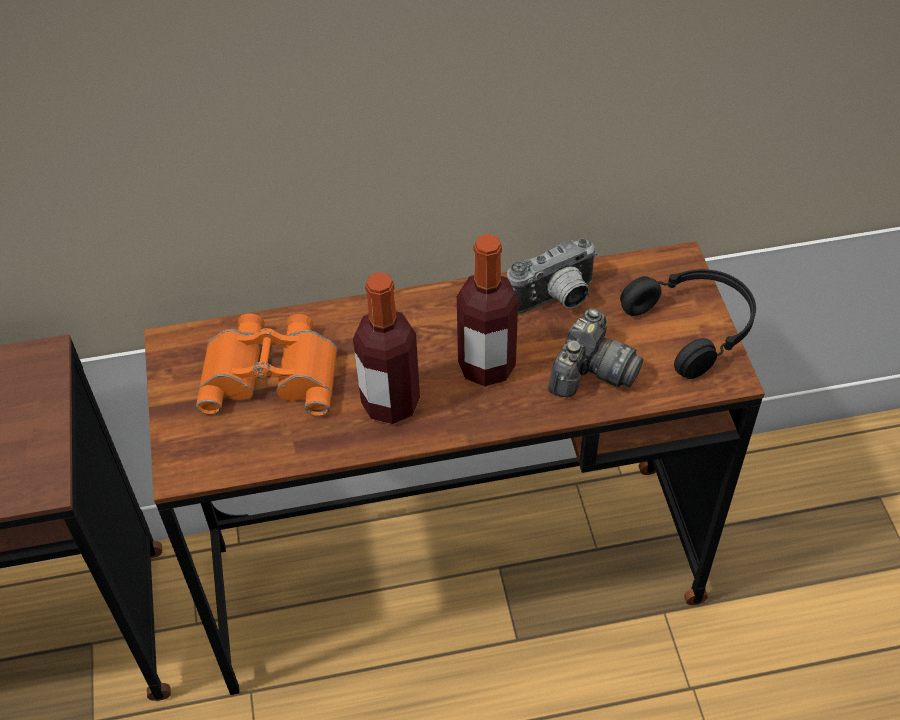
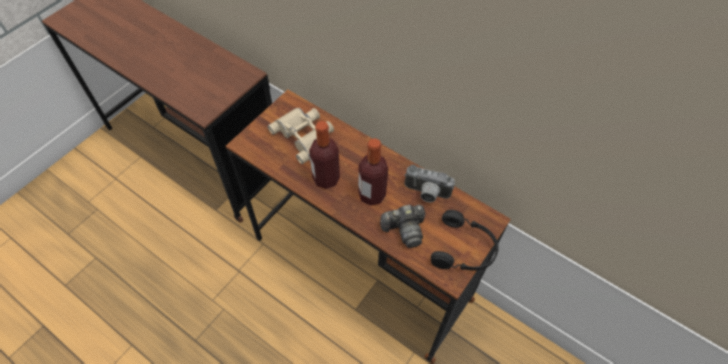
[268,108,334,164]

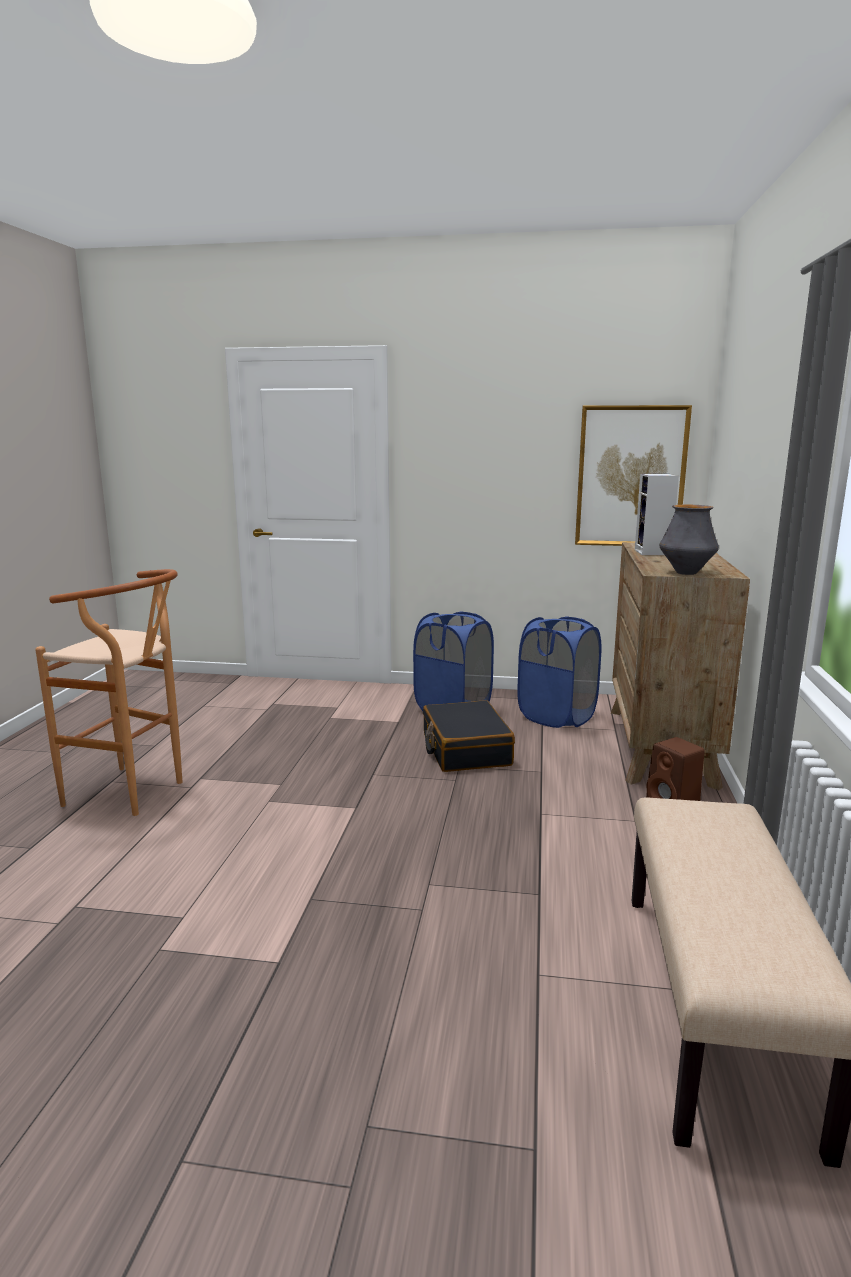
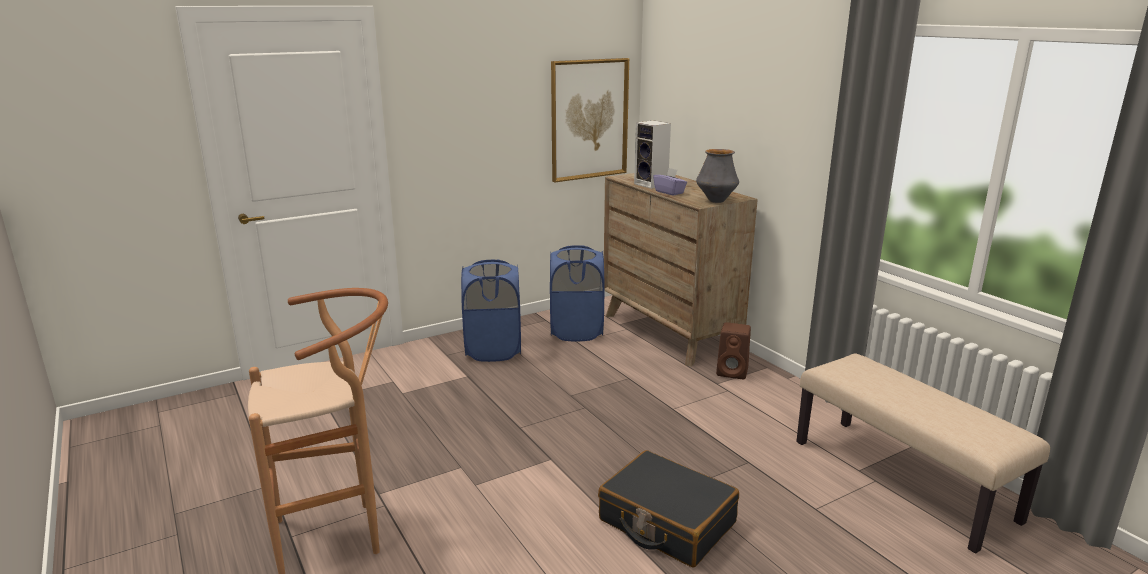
[653,168,687,196]
[598,450,739,567]

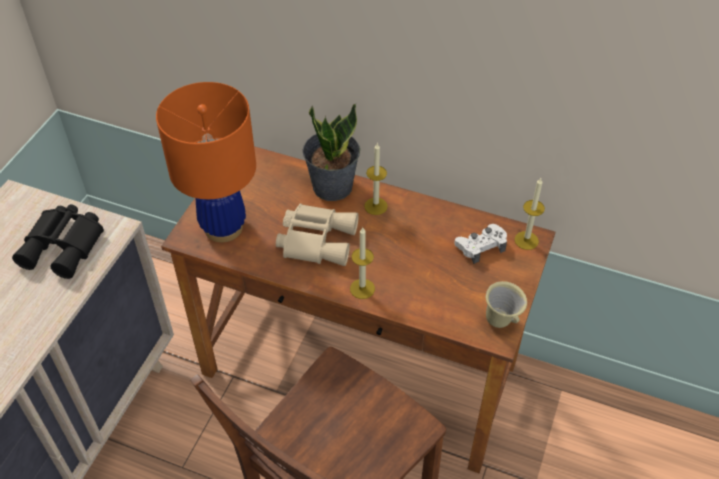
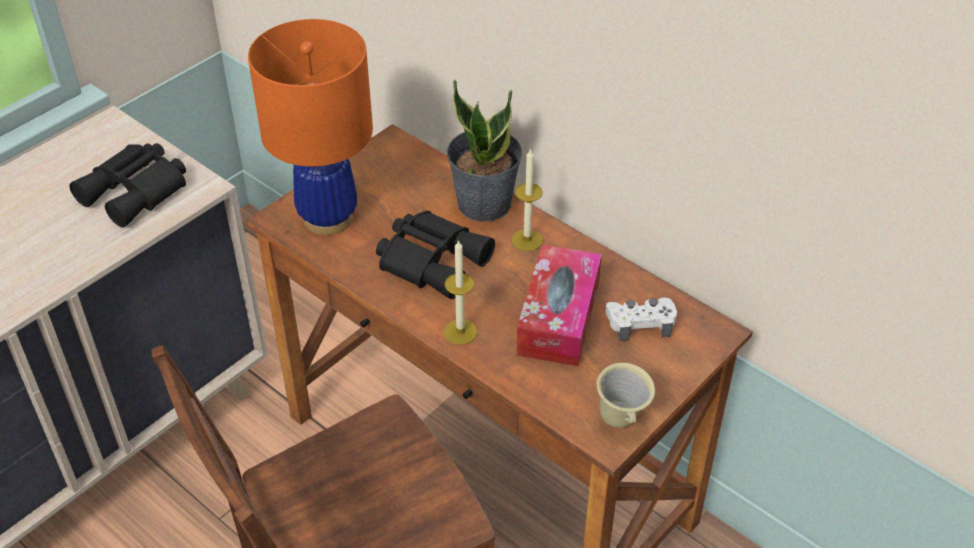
[514,178,545,250] (first image)
[516,245,602,366]
[376,210,495,299]

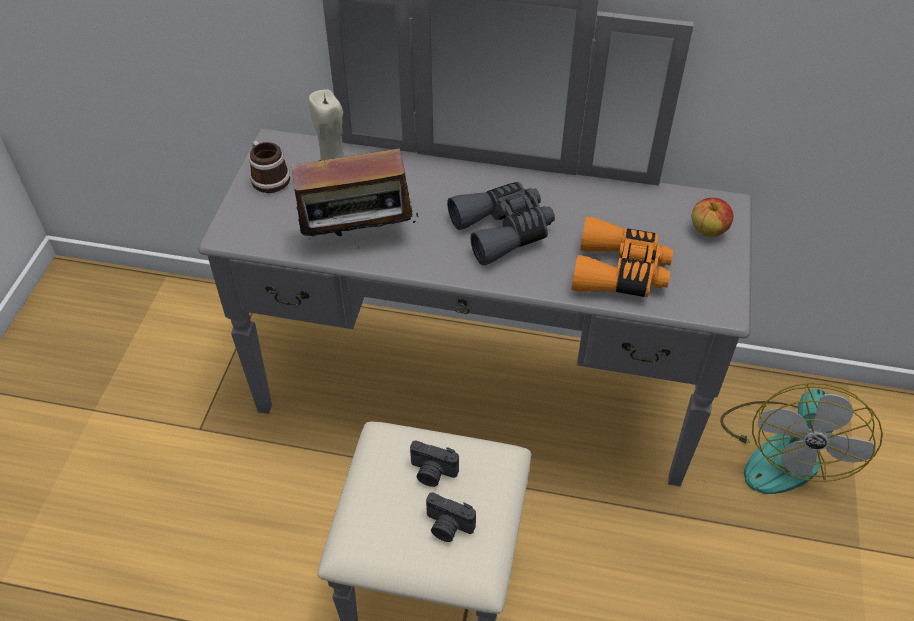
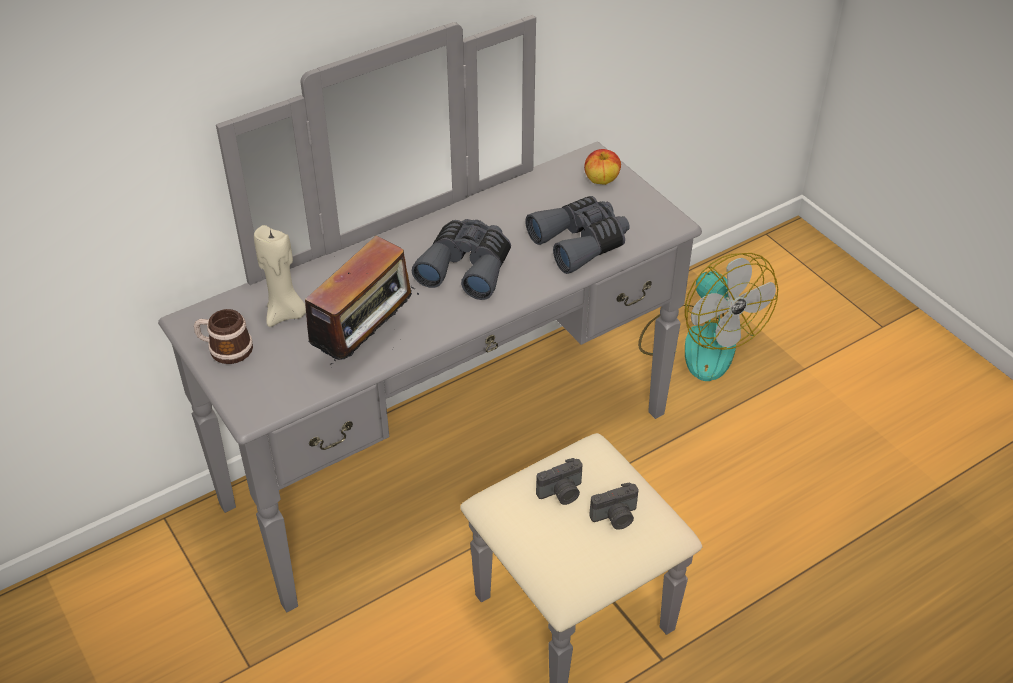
[525,196,629,274]

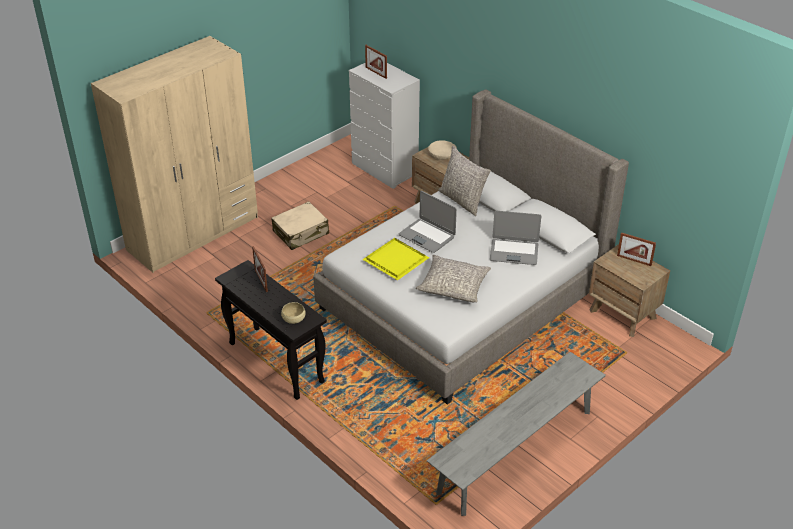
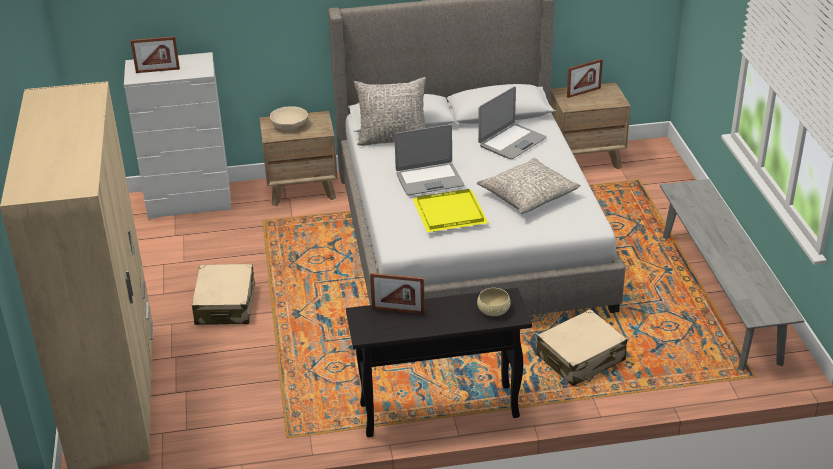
[536,309,627,386]

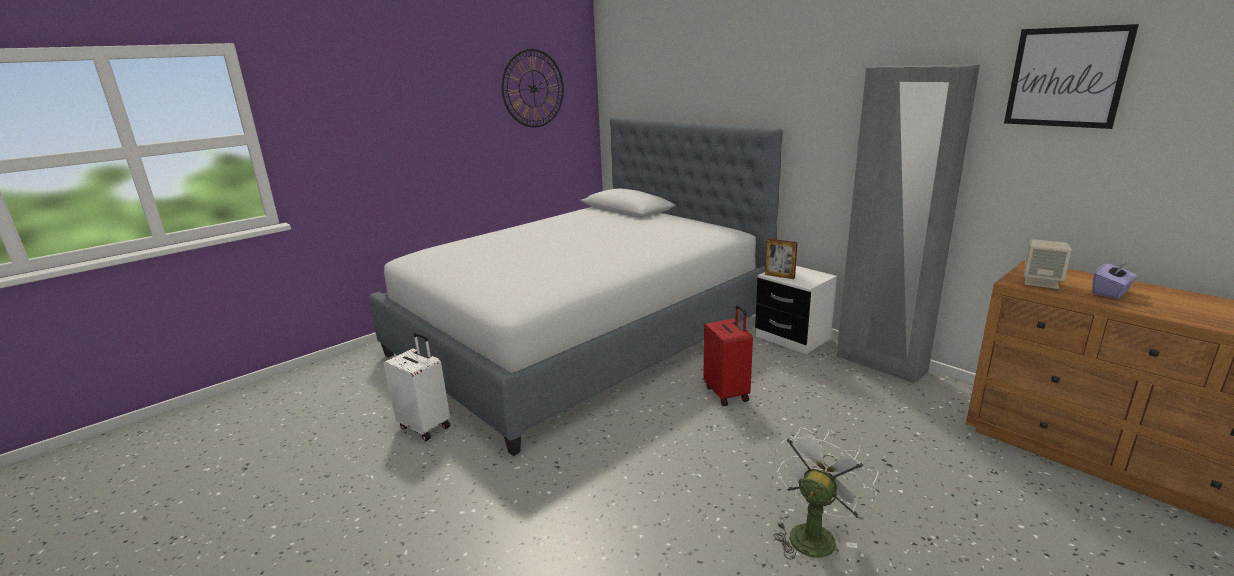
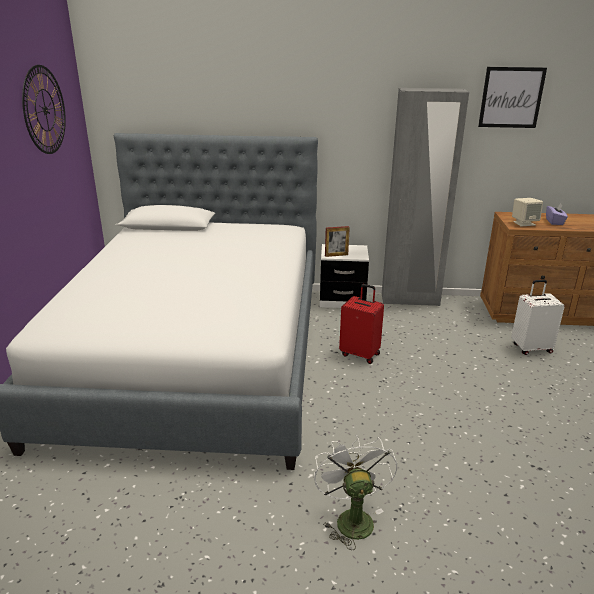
[511,280,565,355]
[314,434,397,550]

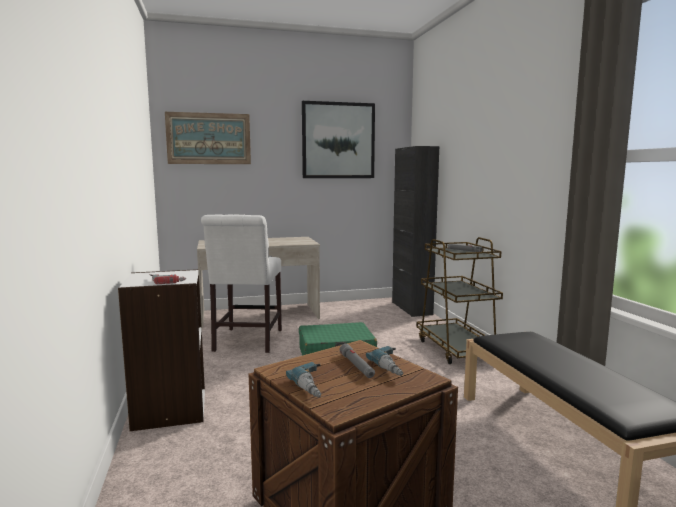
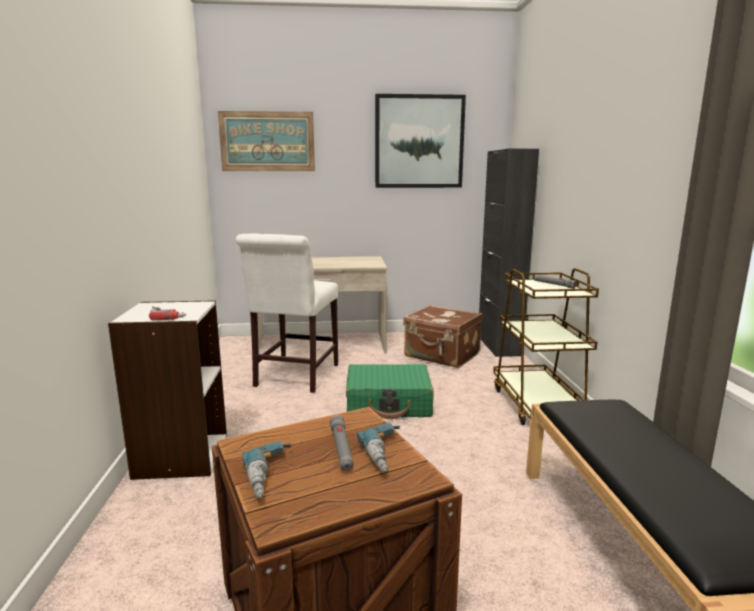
[403,305,483,368]

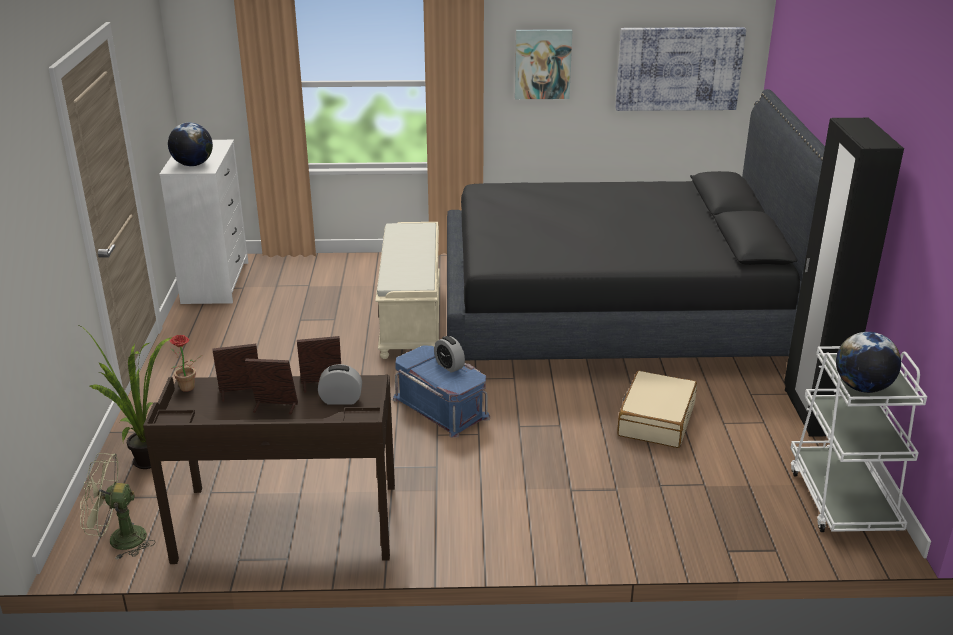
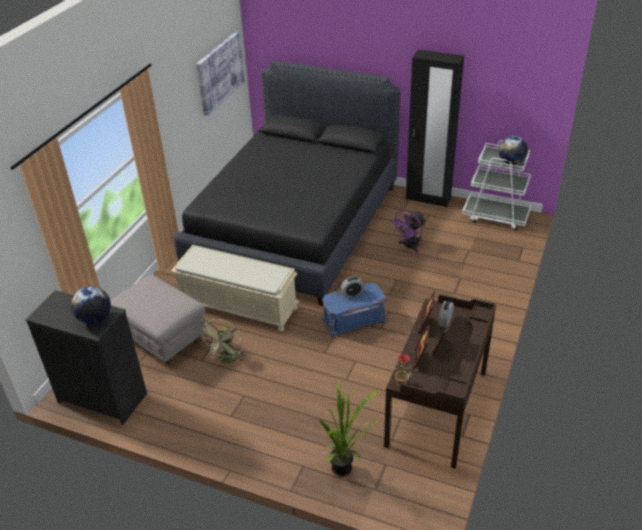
[515,29,572,99] (first image)
[110,274,206,365]
[200,319,245,363]
[391,210,426,253]
[25,290,147,425]

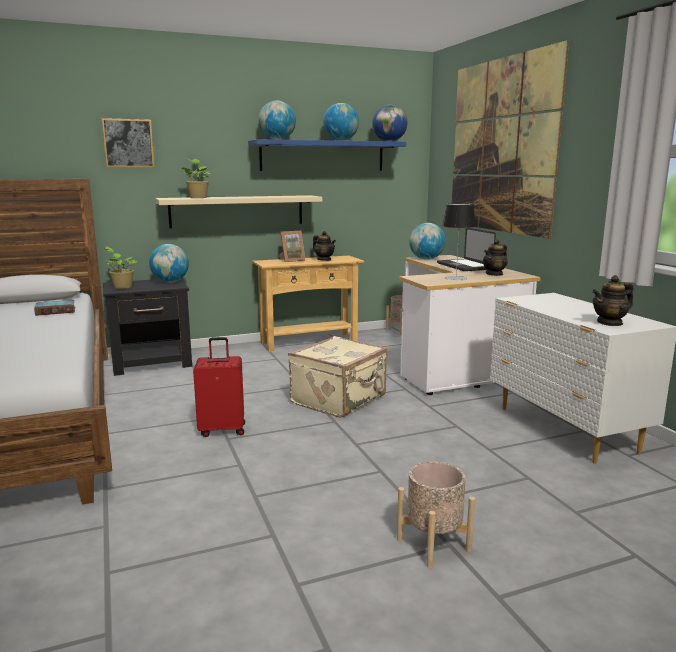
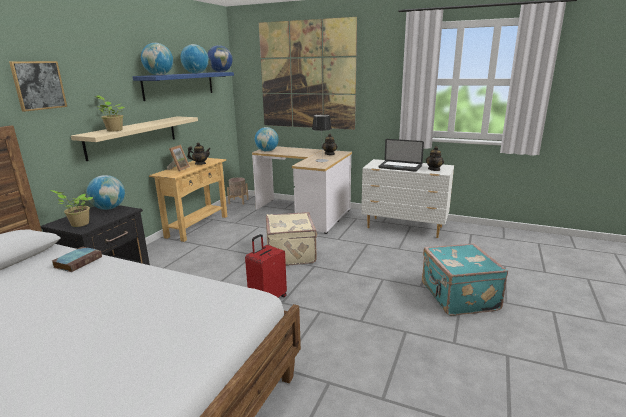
[378,139,424,172]
[422,243,508,316]

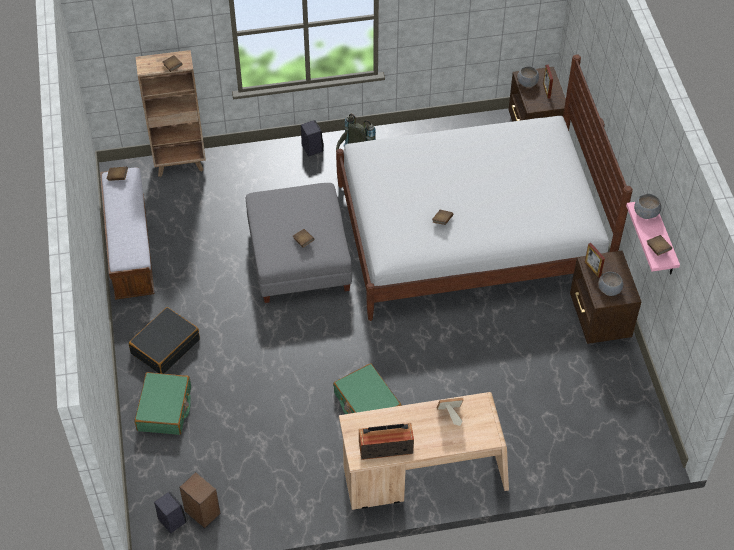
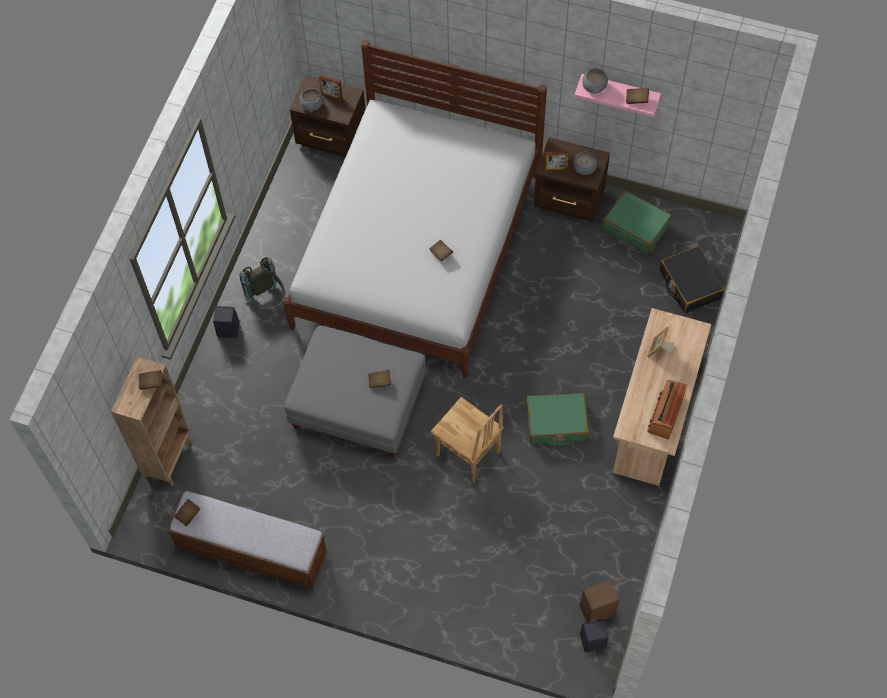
[430,397,504,483]
[660,246,725,314]
[602,191,672,254]

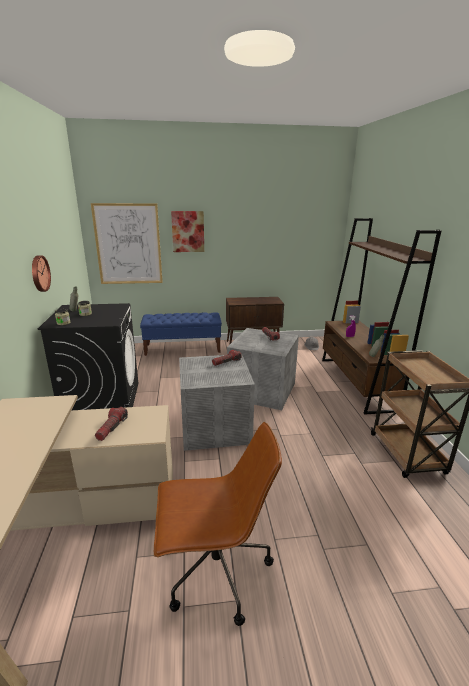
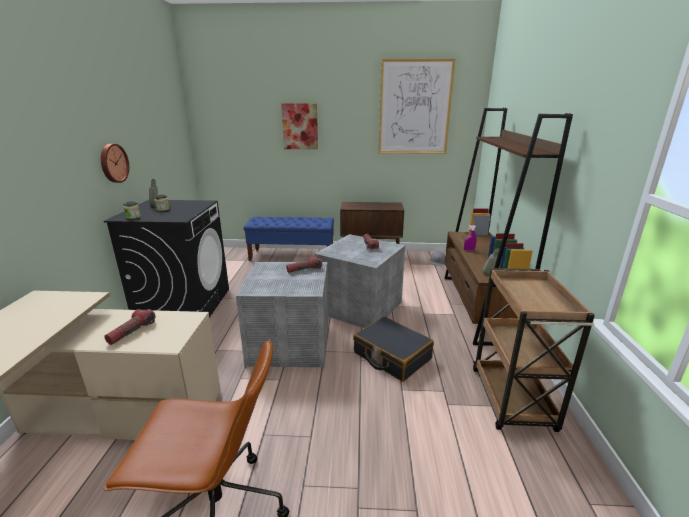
[353,317,434,382]
[378,58,456,154]

